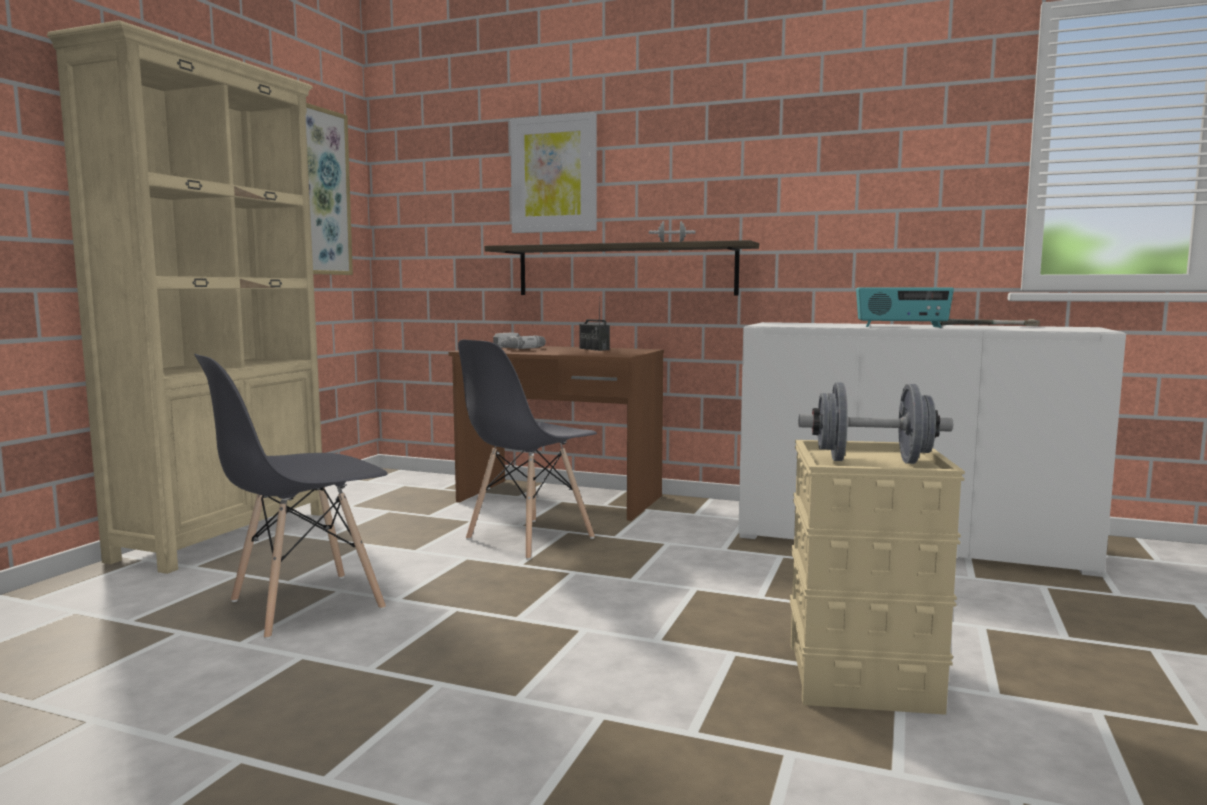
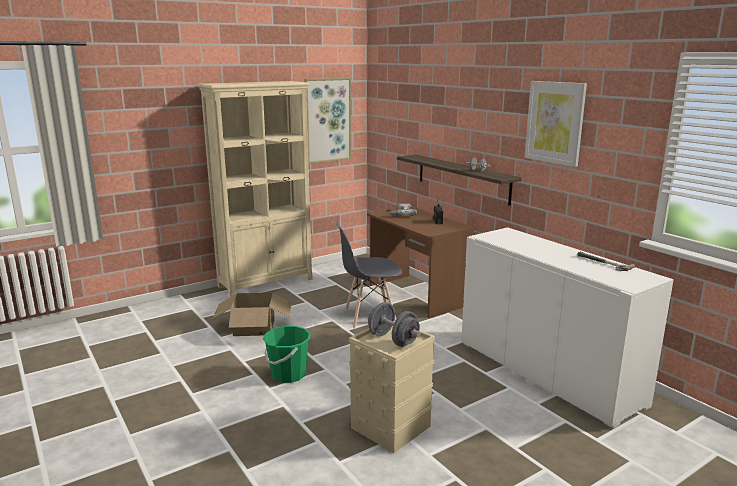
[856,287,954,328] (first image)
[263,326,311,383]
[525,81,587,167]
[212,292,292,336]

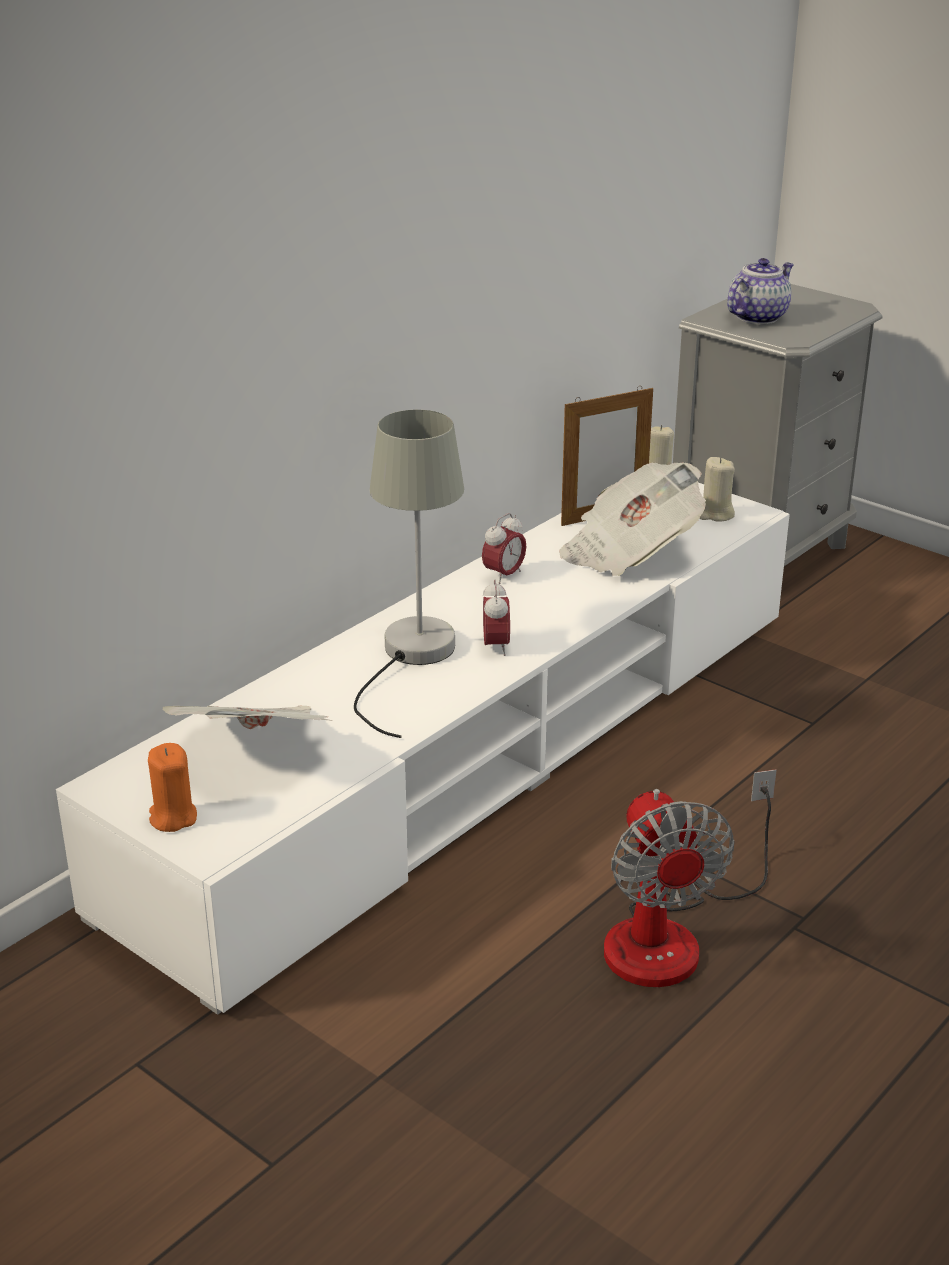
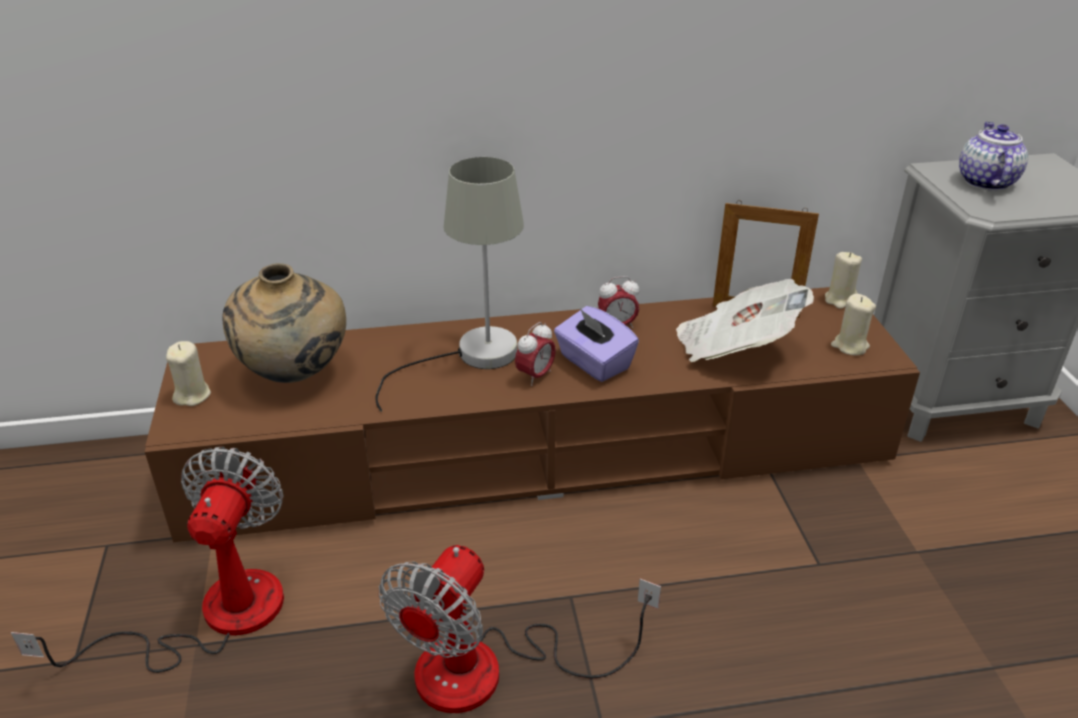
[11,447,284,673]
[554,306,639,382]
[223,263,346,383]
[145,287,920,542]
[166,341,211,406]
[959,122,1028,191]

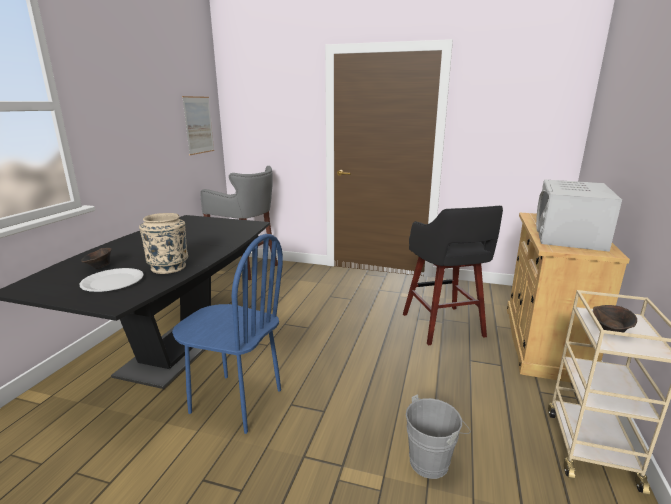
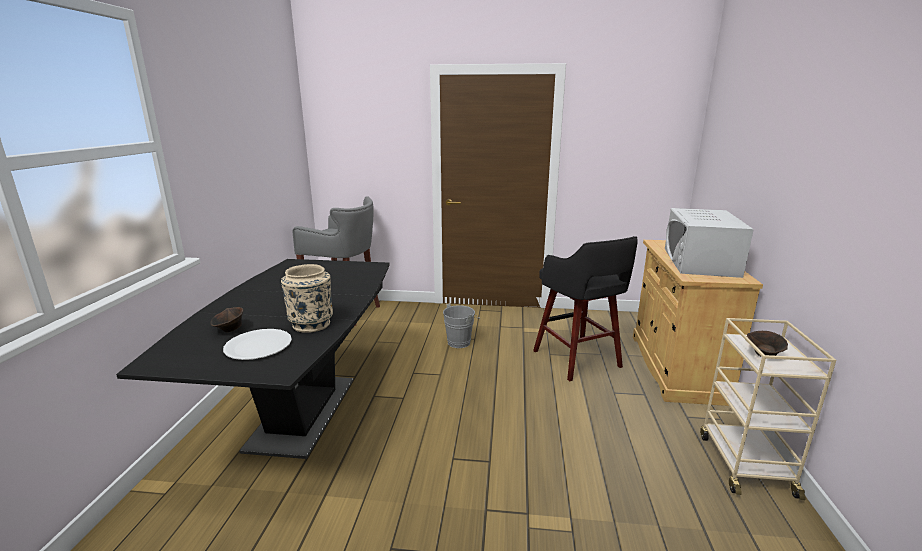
[172,234,283,434] (first image)
[182,96,214,155] (first image)
[443,303,479,348]

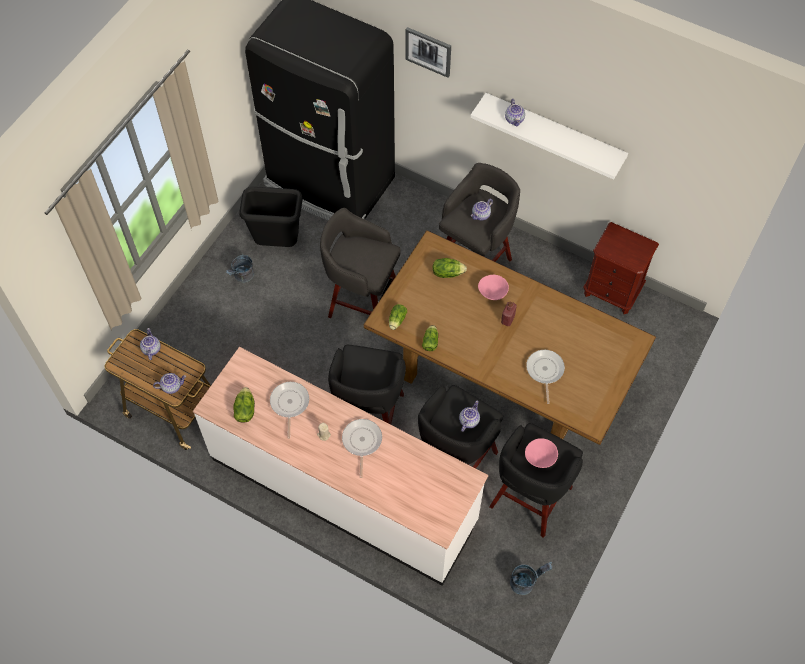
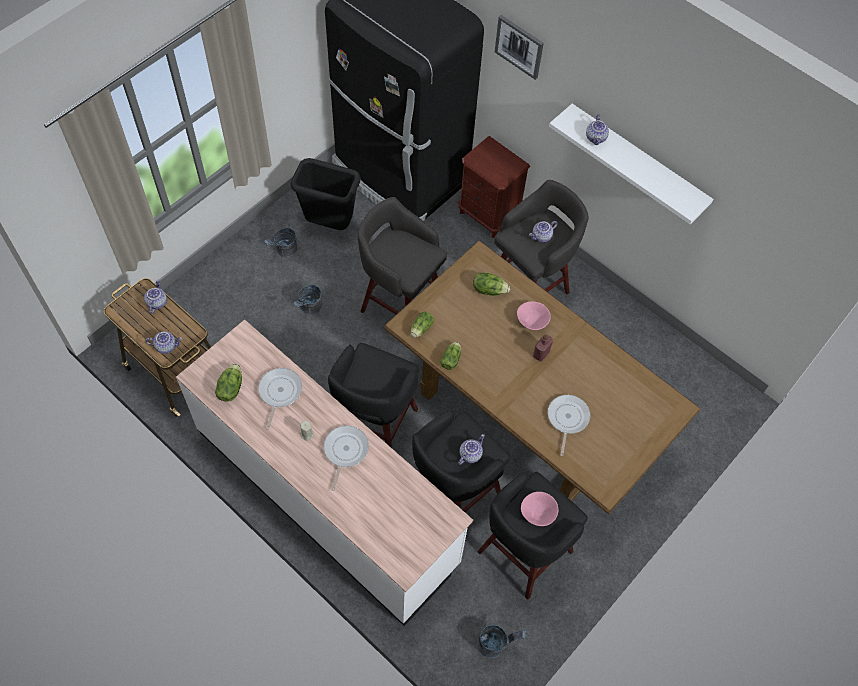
[293,284,322,315]
[458,136,530,238]

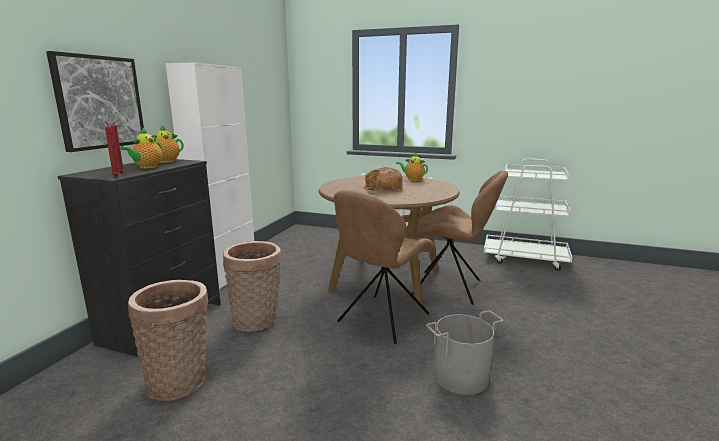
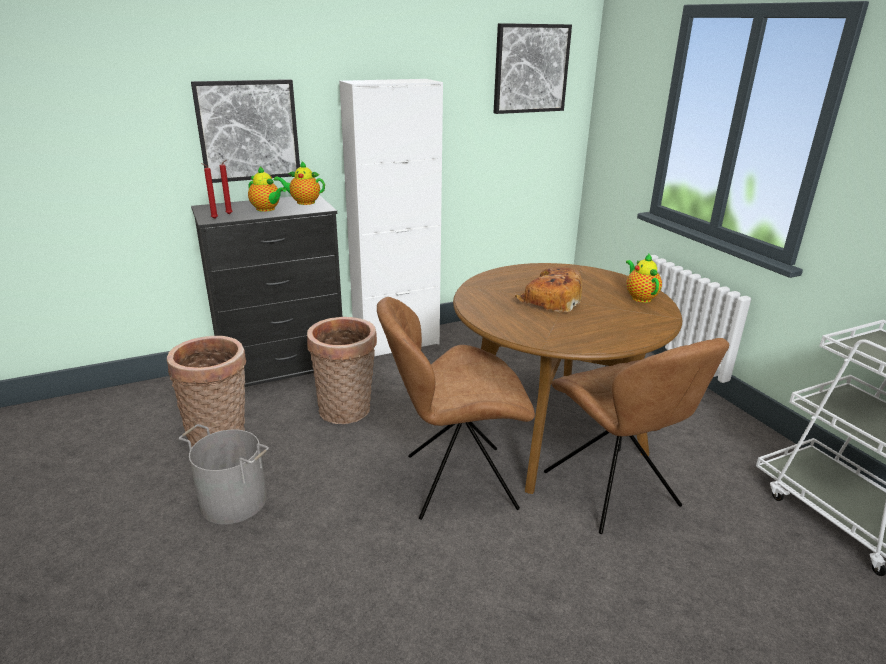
[494,23,572,114]
[179,424,269,524]
[248,166,287,212]

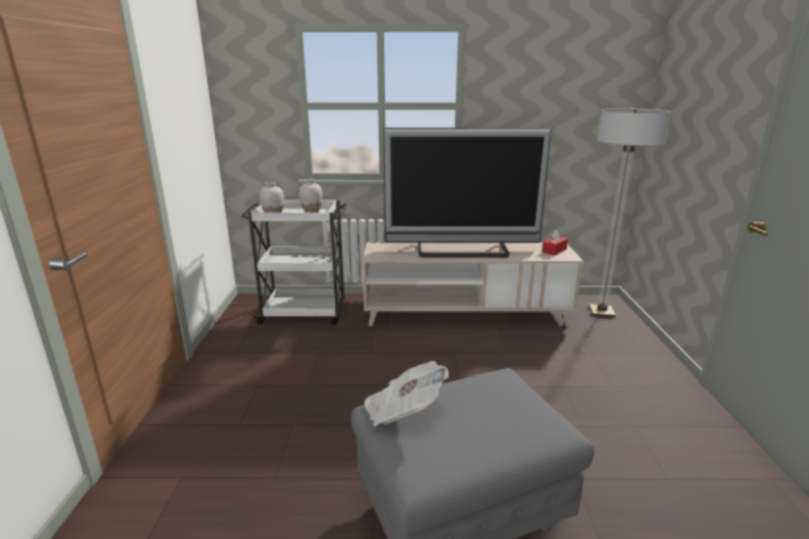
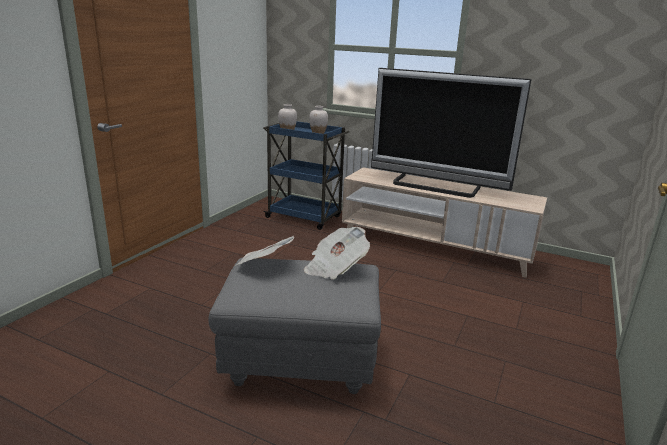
[542,230,568,256] (first image)
[589,108,671,317] (first image)
[304,227,370,280]
[263,121,349,230]

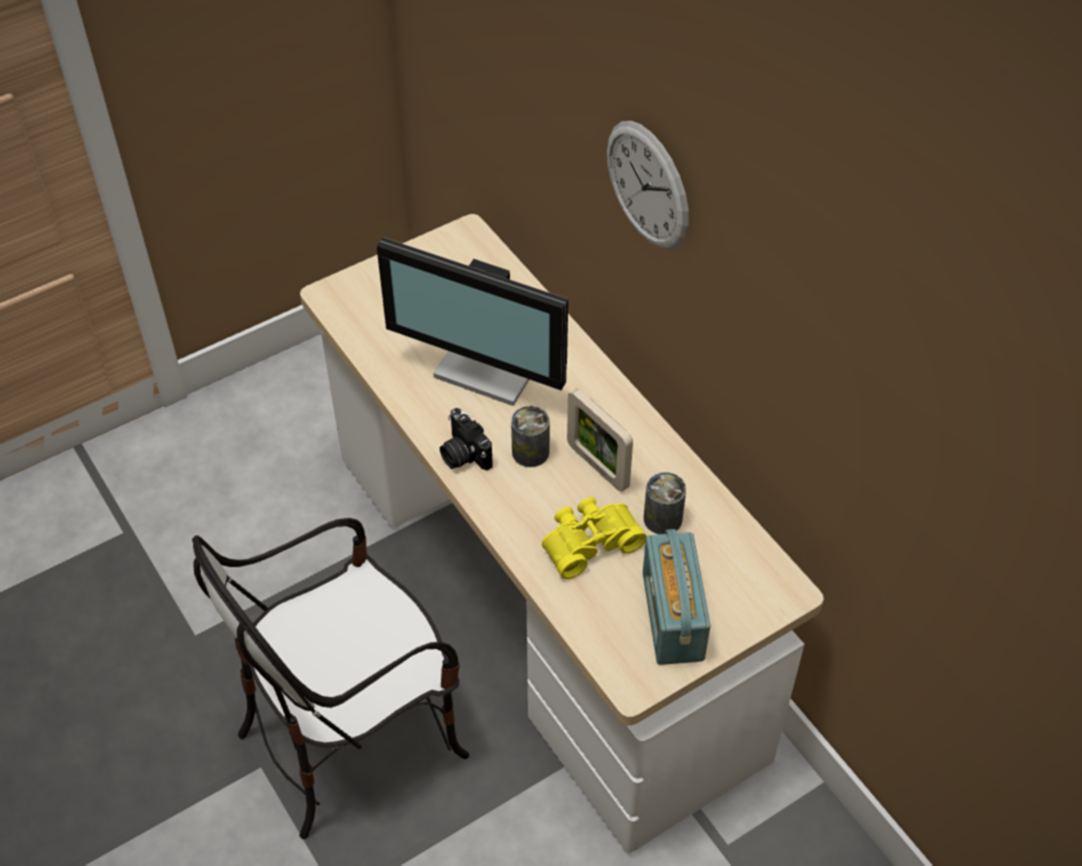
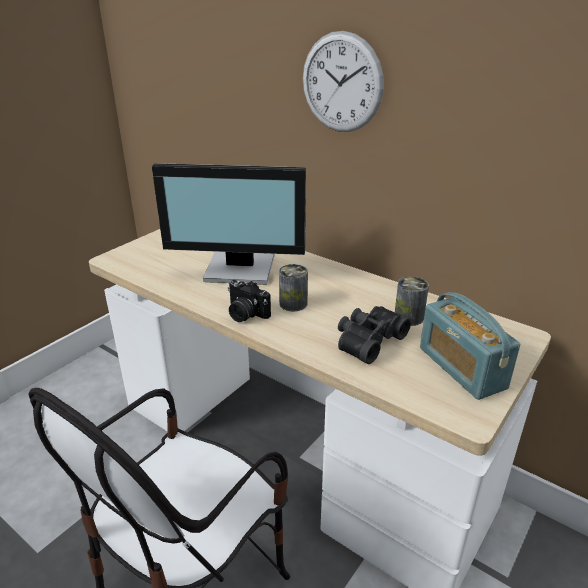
[567,388,633,492] (first image)
[338,306,411,364]

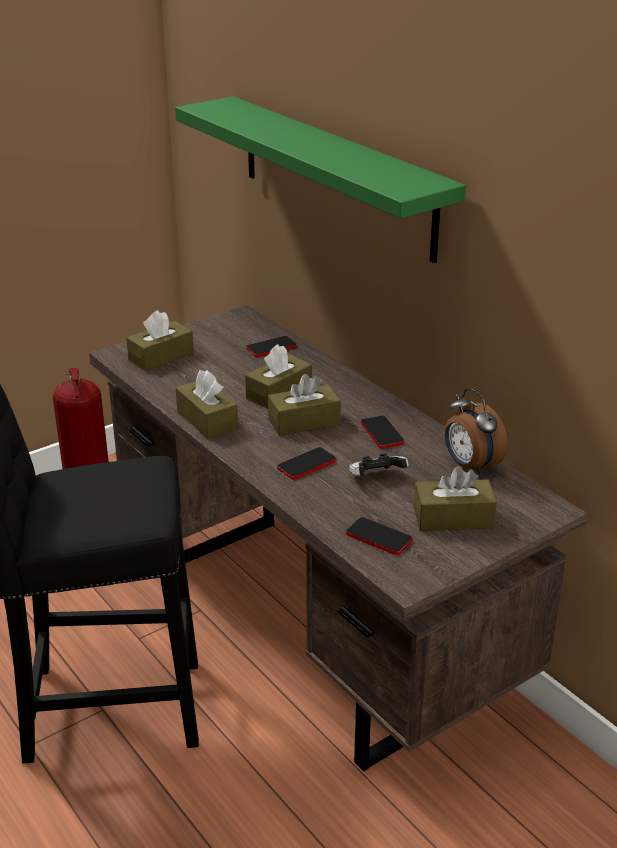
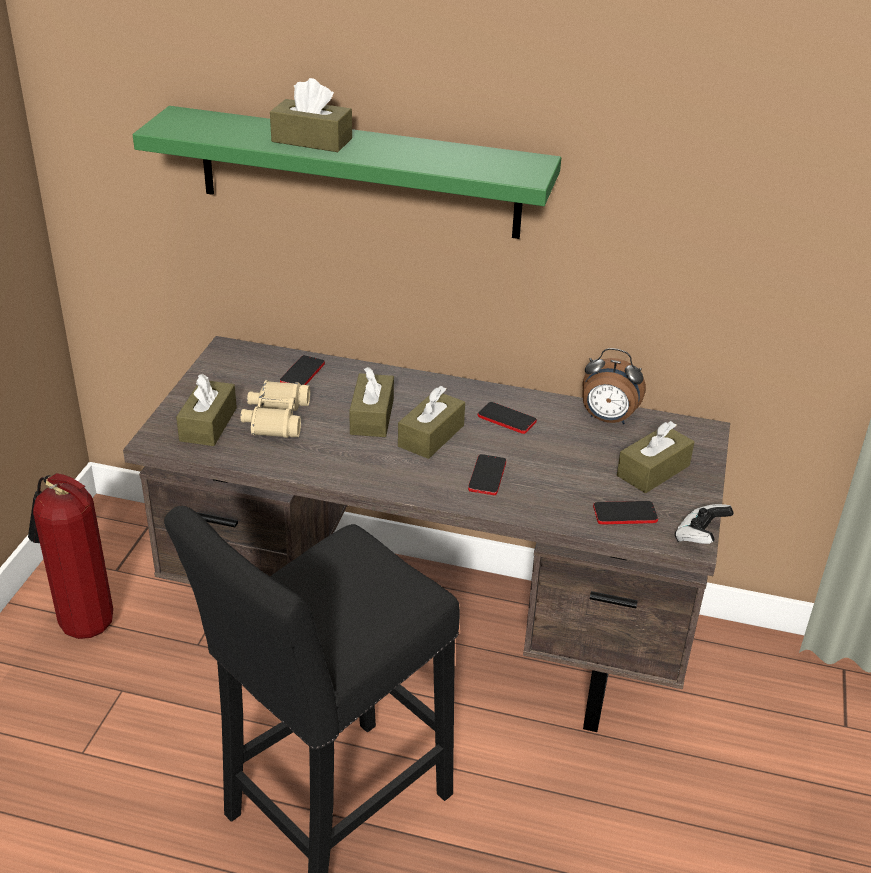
[241,380,310,438]
[270,78,352,152]
[675,504,734,544]

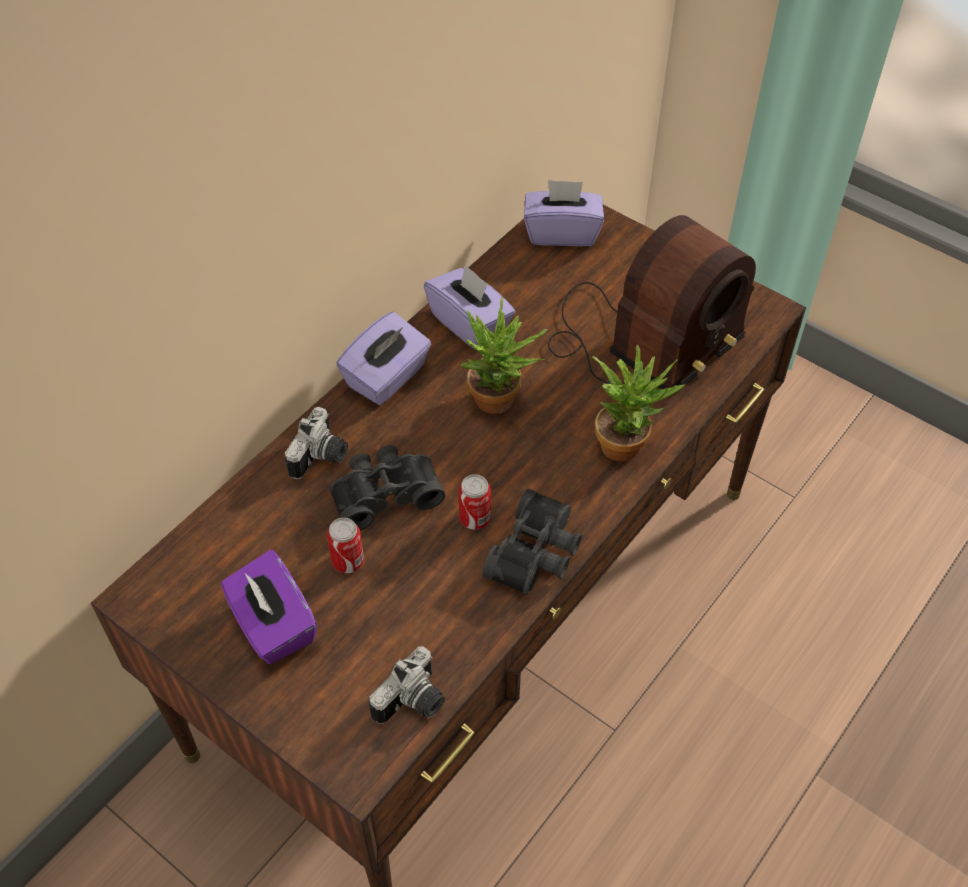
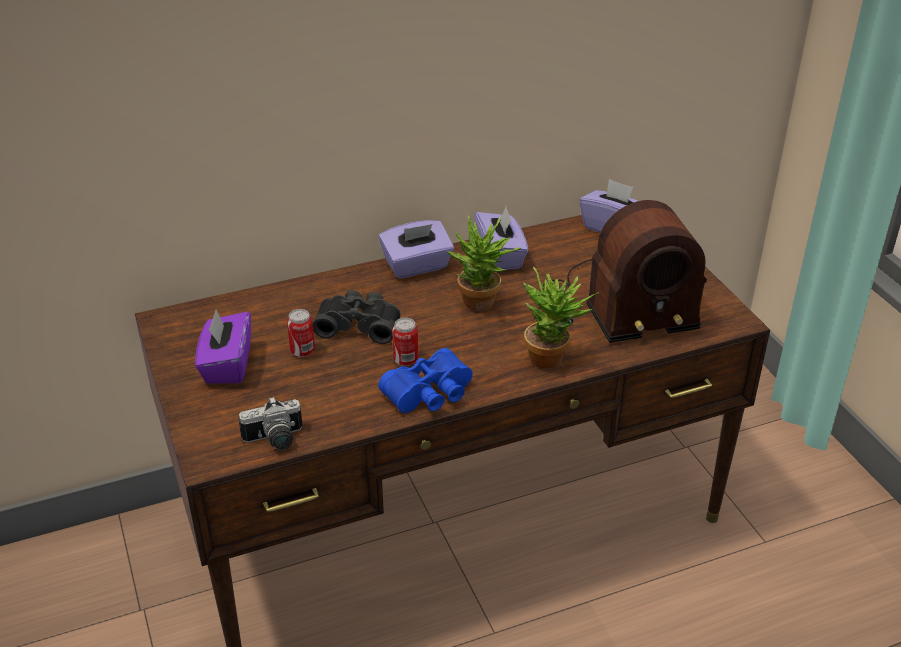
[285,407,348,479] (first image)
[378,348,473,413]

